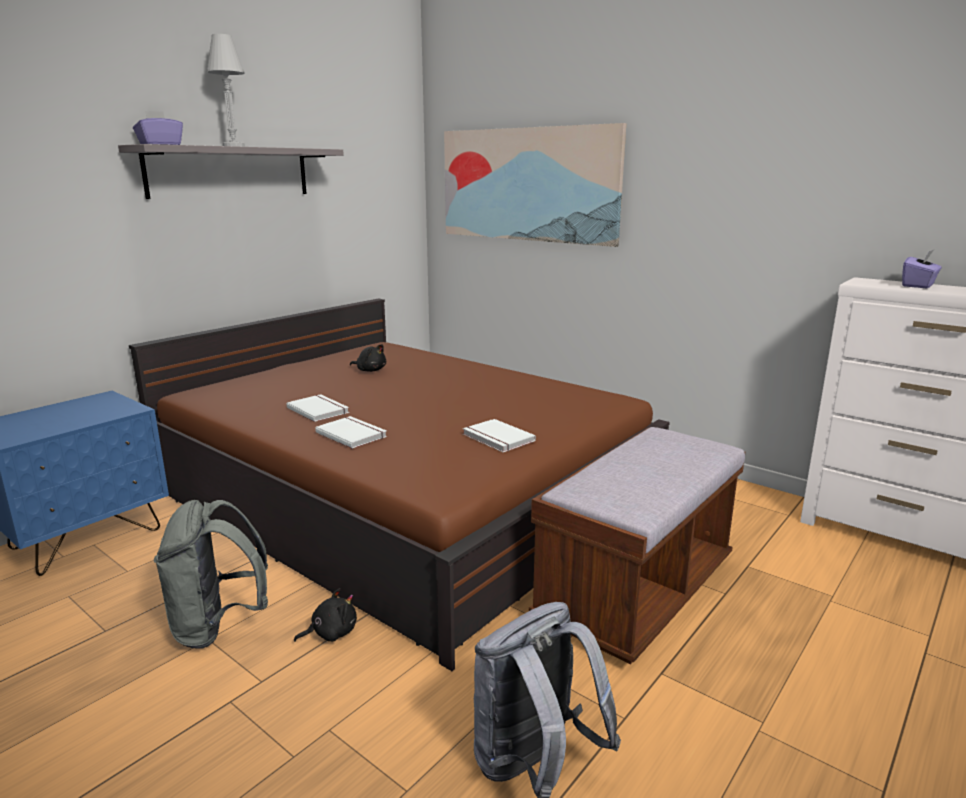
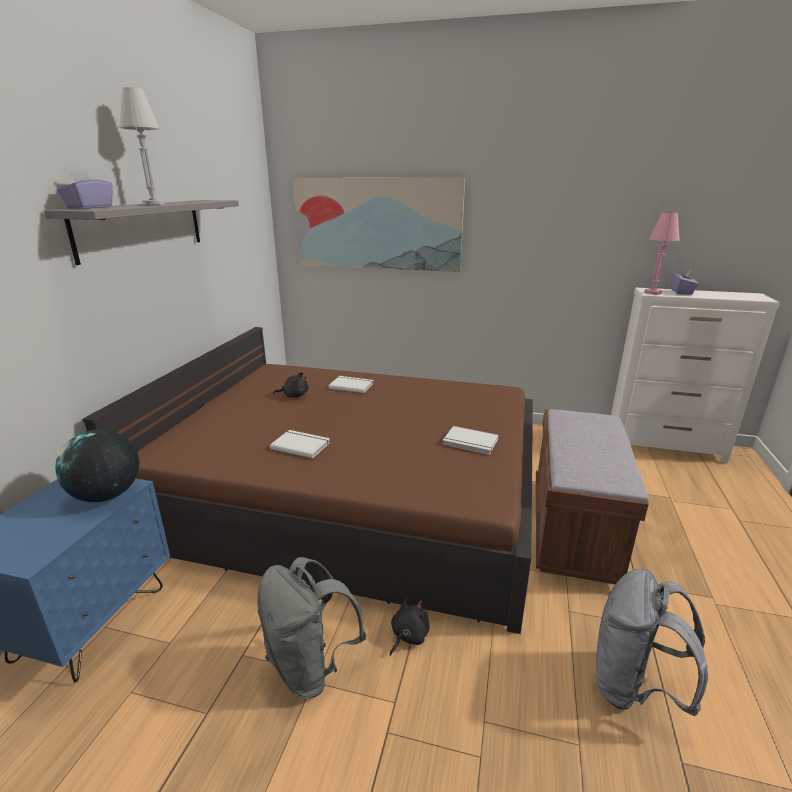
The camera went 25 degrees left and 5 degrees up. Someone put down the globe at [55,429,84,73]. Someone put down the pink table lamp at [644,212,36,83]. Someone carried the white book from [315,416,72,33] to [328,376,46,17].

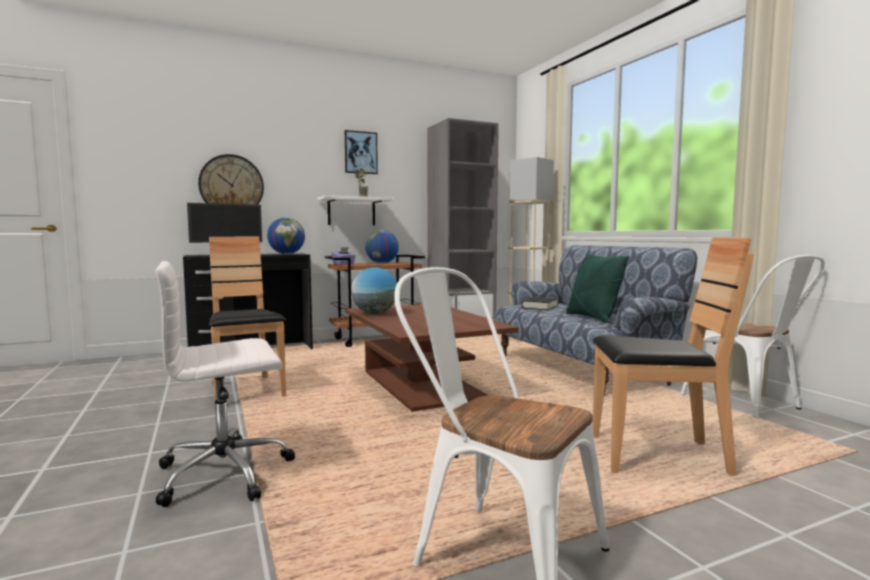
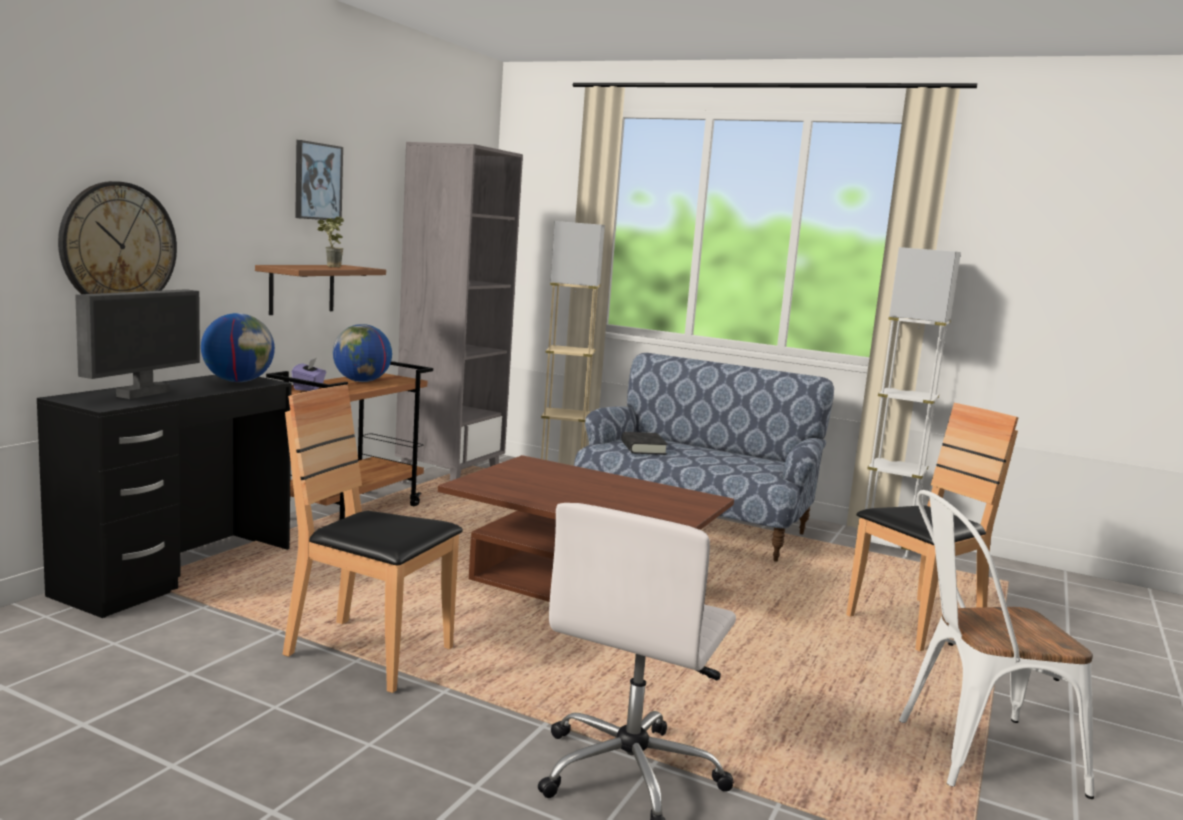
The camera went 40 degrees left and 5 degrees up. Someone took away the globe at [351,267,46,47]. Someone took away the green pillow at [566,252,64,71]. Someone swapped the white chair at [680,255,144,163] for the white floor lamp at [865,247,96,310]. Someone repainted the white shelf at [317,195,77,30], which became the brown shelf at [255,265,131,50].

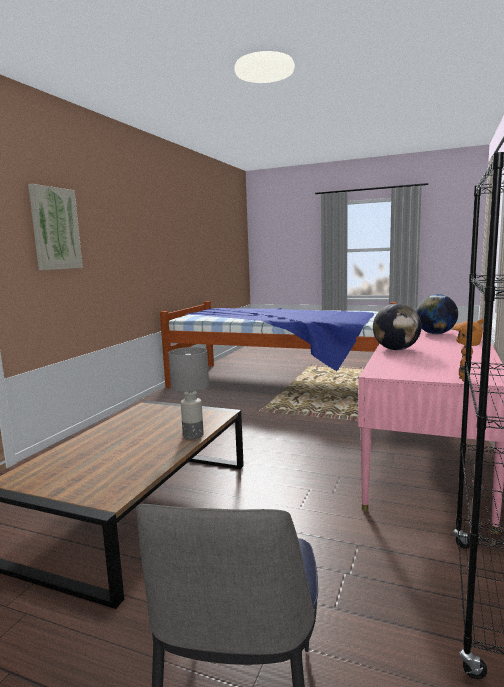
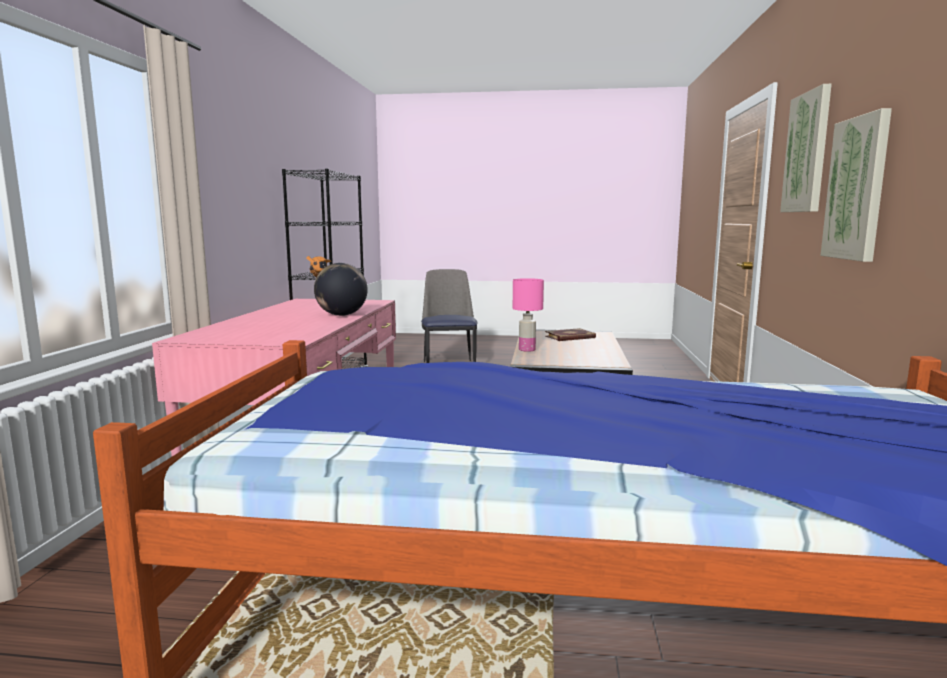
The camera went 165 degrees right and 0 degrees up. Someone took away the globe at [416,294,42,40]. Someone put down the book at [545,328,51,13]. Someone put up the picture at [821,108,71,154]. Someone repainted the grey table lamp at [168,347,41,92], which became the pink table lamp at [513,278,31,74].

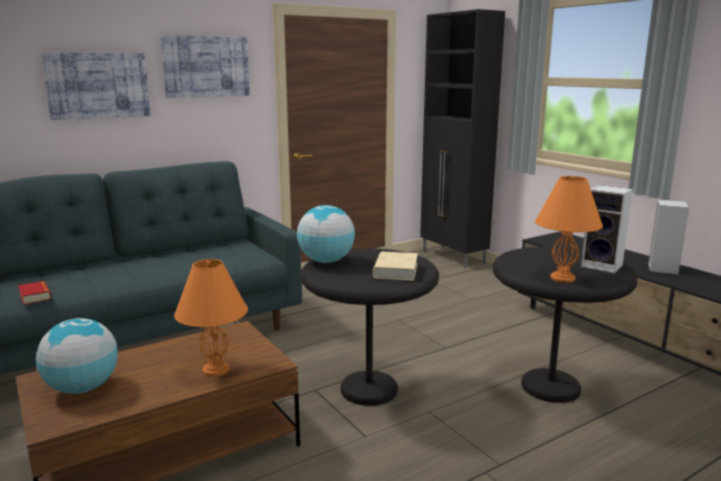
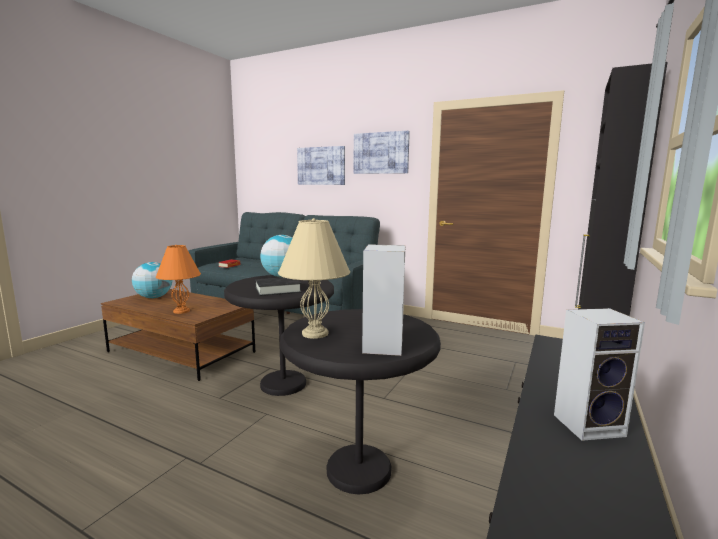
The camera went 60 degrees right and 5 degrees down. Someone repainted the beige book at [373,252,45,29], which became the black book at [255,277,46,19]. Someone repainted the orange table lamp at [535,176,68,107], which became the beige table lamp at [278,218,72,121].

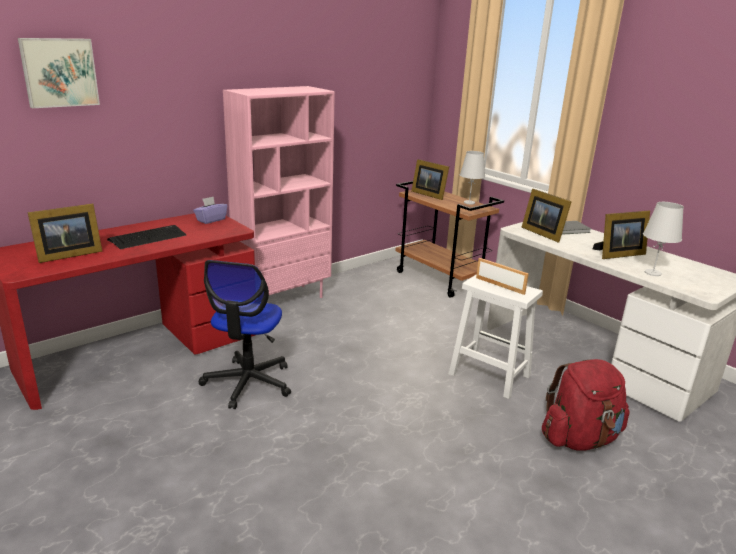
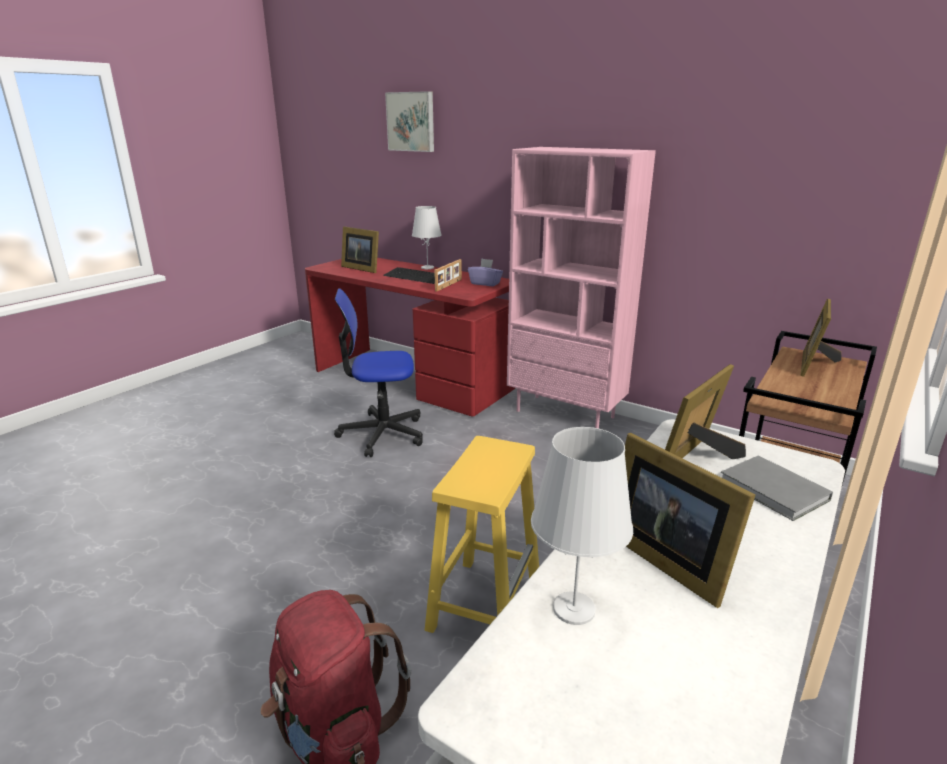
The camera went 75 degrees right and 0 degrees up. Someone carried the white table lamp from [460,151,25,53] to [412,206,30,63]. Someone carried the picture frame from [476,258,53,37] to [434,259,28,33]. Someone repainted the white stool at [449,274,94,125], which became the yellow stool at [425,436,114,197].

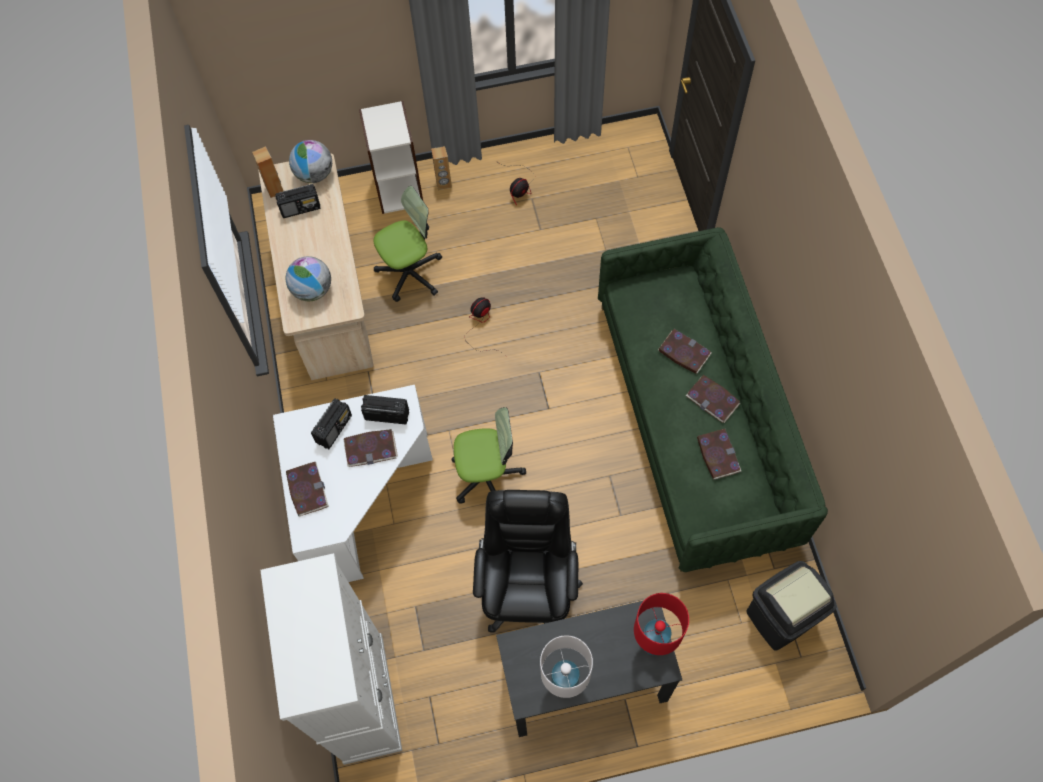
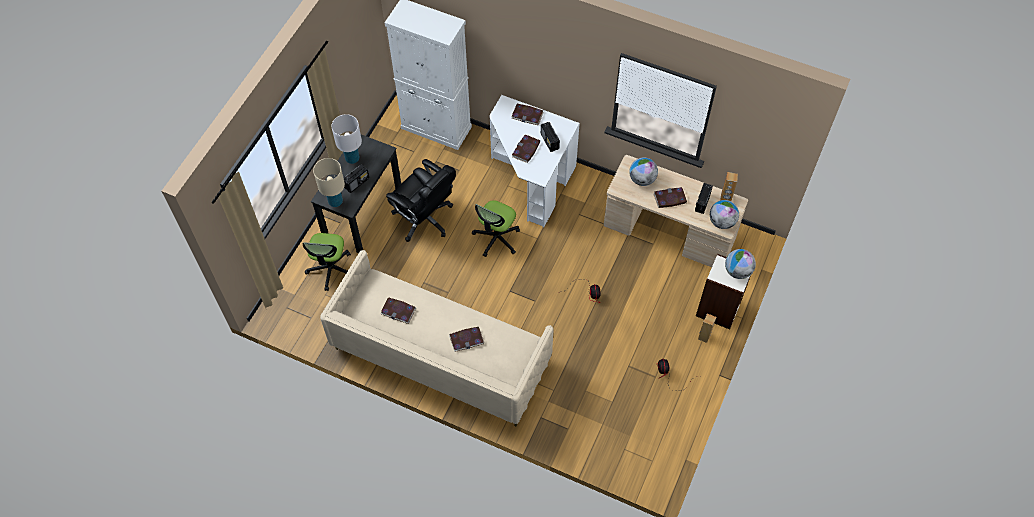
The camera went 125 degrees right and 5 degrees down. Someone took away the black trash can at [747,561,90,90]. Someone put down the globe at [725,249,31,30]. Someone carried the radio from [361,395,48,29] to [344,164,25,29]. Someone carried the office chair from [373,186,69,116] to [303,233,48,58]. Someone carried the book from [686,375,54,48] to [654,187,33,21]. Someone repainted the green sofa at [598,227,230,345], which became the beige sofa at [320,250,234,176]. Someone repainted the red table lamp at [634,593,55,62], which became the beige table lamp at [313,158,32,49].

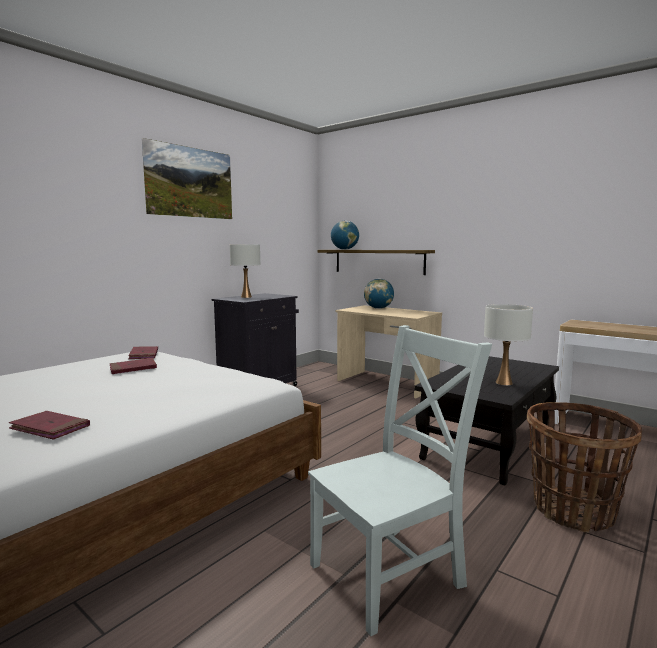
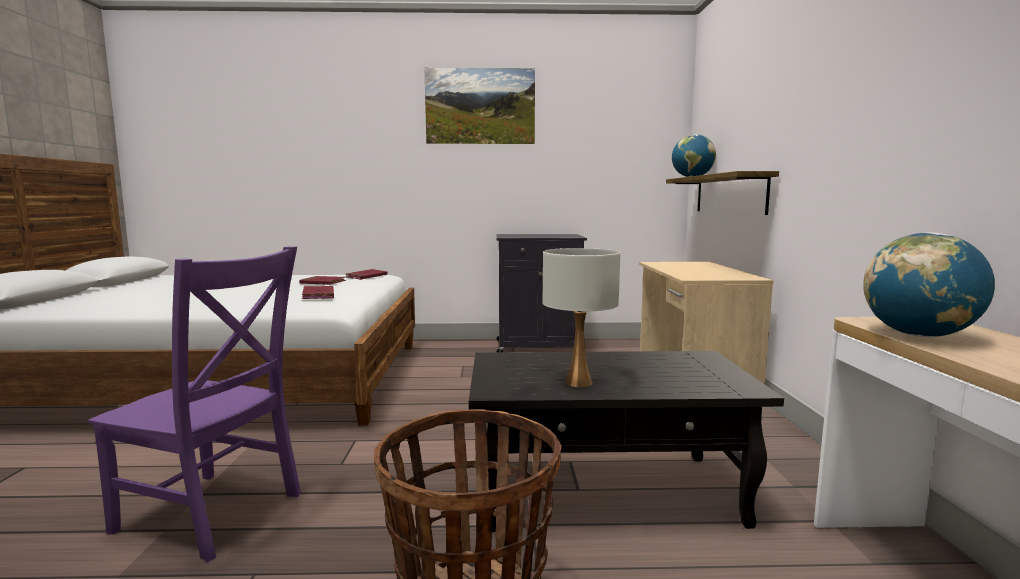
The camera went 50 degrees right and 0 degrees up. Someone took away the white table lamp at [230,244,30,54]. Someone carried the red book from [9,411,81,29] to [302,286,32,13]. Someone carried the globe from [364,279,30,30] to [863,232,132,105]. Someone repainted the grey chair at [308,325,184,311], which became the purple chair at [88,246,213,316].

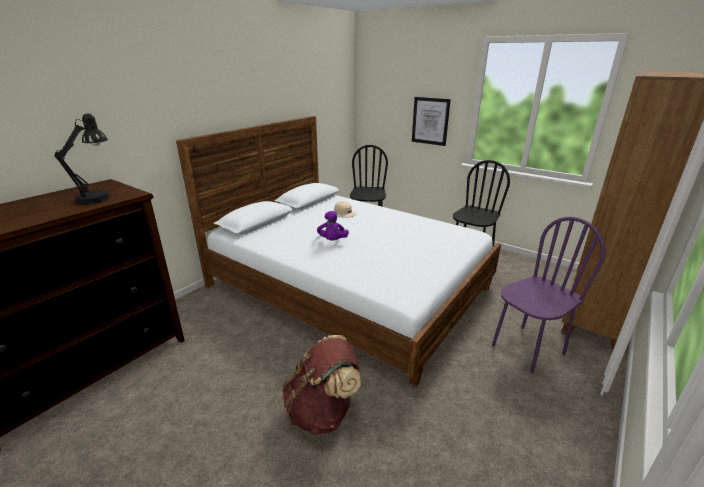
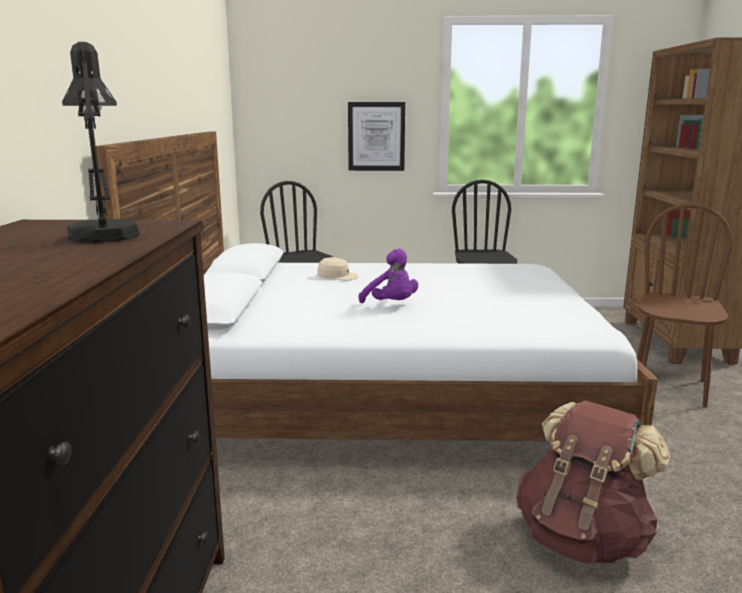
The camera went 35 degrees left and 10 degrees down. Someone repainted the purple chair at [492,217,113,157], which became the brown chair at [637,203,96,204].

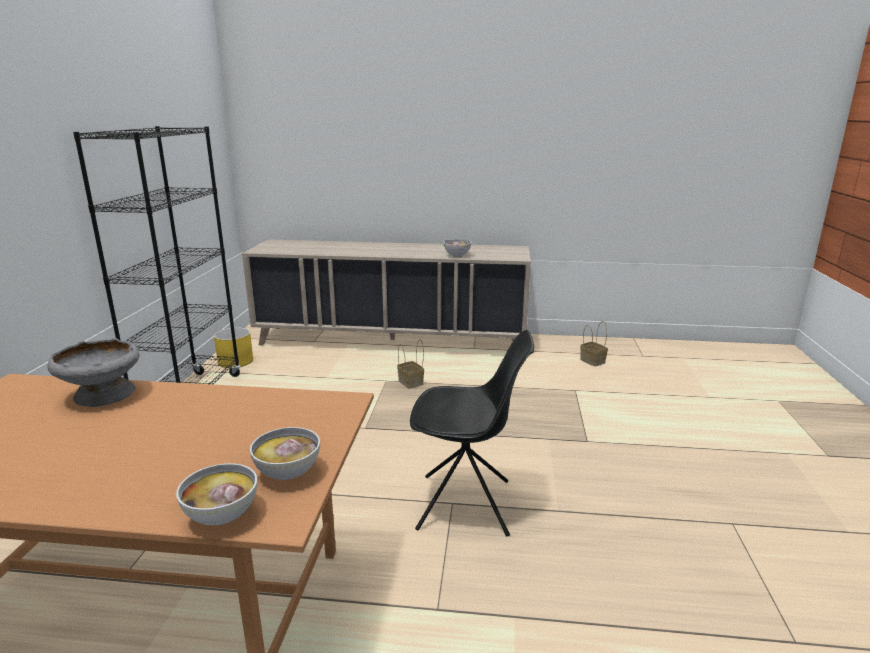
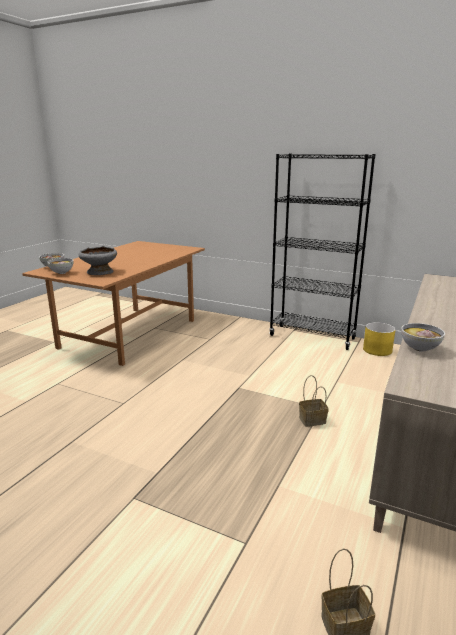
The camera went 110 degrees right and 0 degrees up. Someone took away the black chair at [410,330,124,206]. Someone carried the grey bowl from [47,338,93,69] to [79,246,38,29].

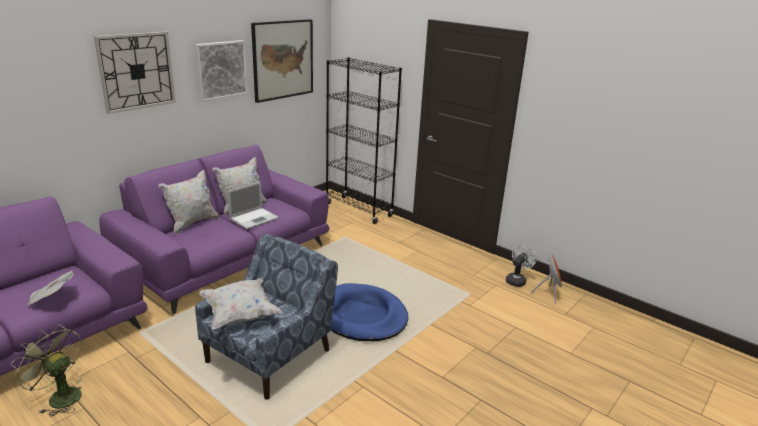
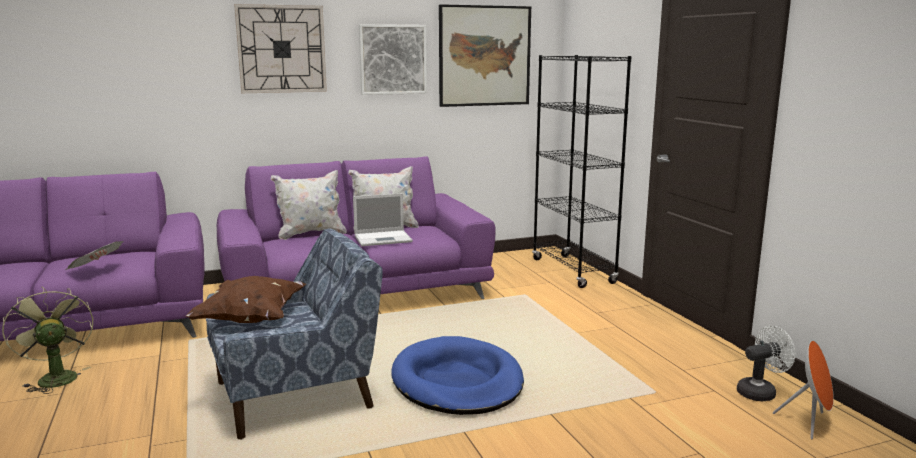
The camera went 30 degrees right and 10 degrees down. Someone repainted the white pillow at [199,278,84,52], which became the brown pillow at [186,276,120,47].

